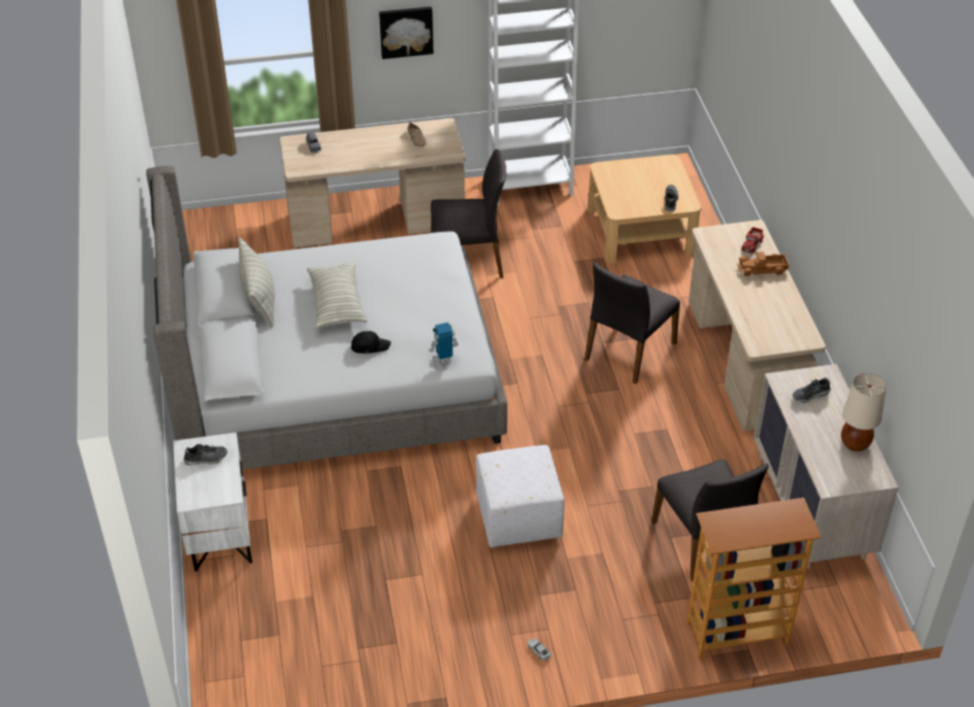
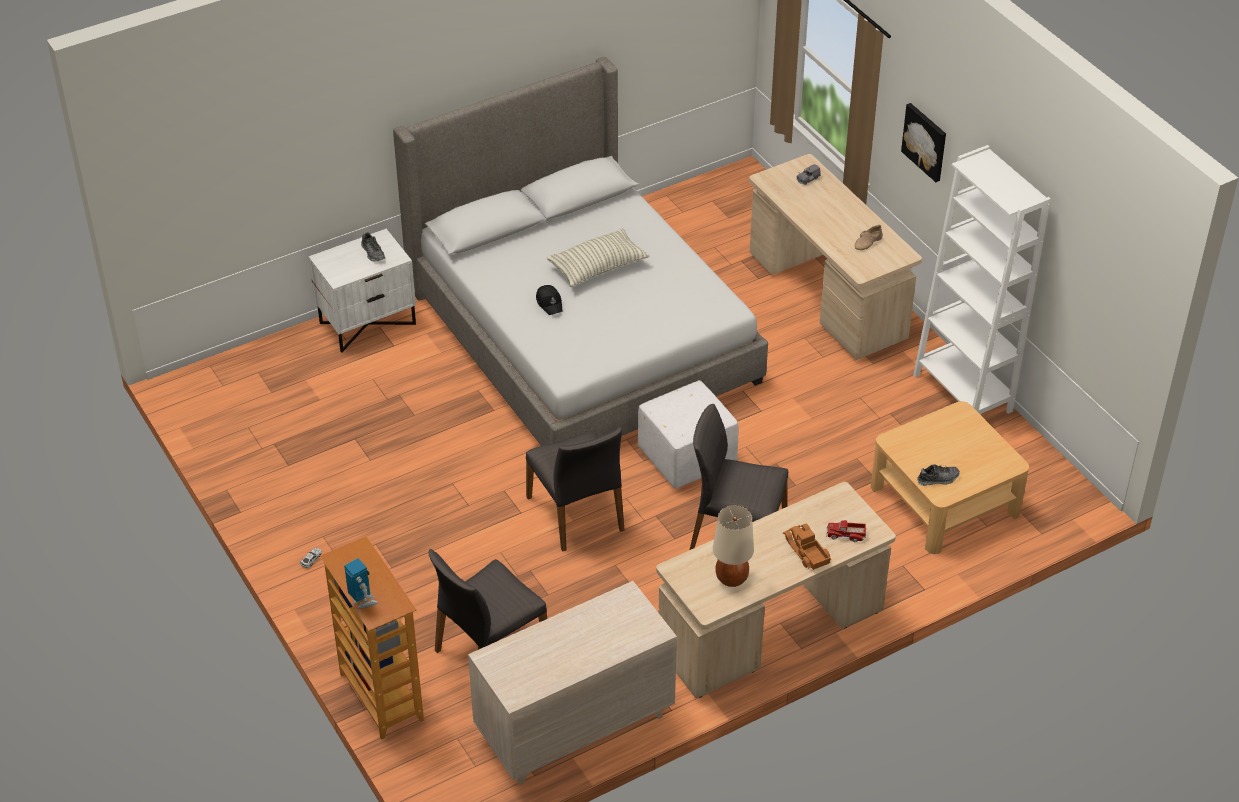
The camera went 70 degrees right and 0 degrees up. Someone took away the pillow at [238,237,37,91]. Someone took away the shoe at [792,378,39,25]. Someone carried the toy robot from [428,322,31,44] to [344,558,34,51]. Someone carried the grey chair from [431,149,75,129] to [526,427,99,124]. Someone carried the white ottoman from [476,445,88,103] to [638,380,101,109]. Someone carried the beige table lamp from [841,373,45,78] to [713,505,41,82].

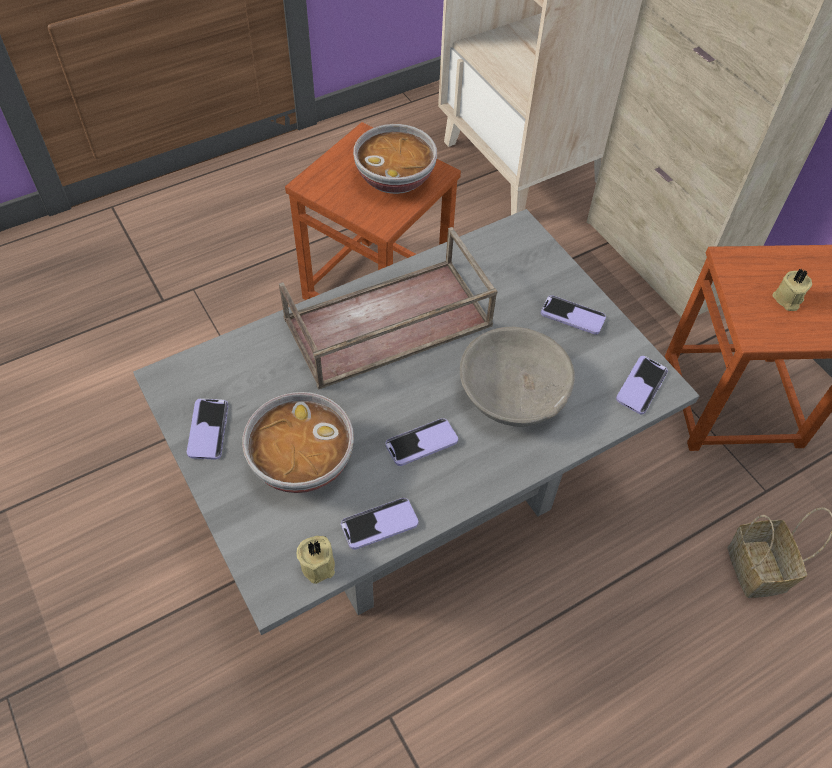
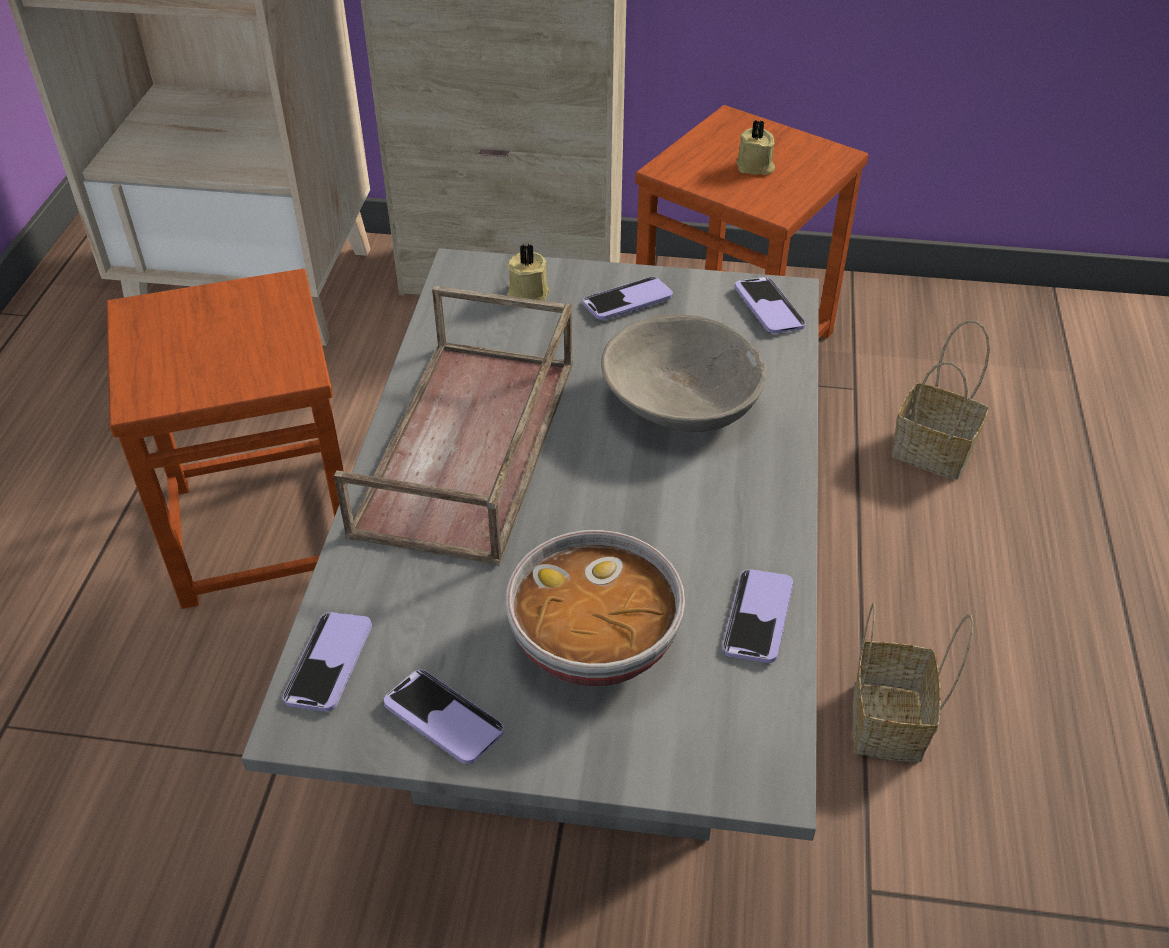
The camera went 50 degrees left and 10 degrees down. Someone took away the bowl at [353,124,84,70]. Someone put down the basket at [853,603,120,159]. Someone carried the beige candle from [296,536,39,48] to [507,243,43,58]. Someone carried the phone from [385,418,73,48] to [283,612,89,100].

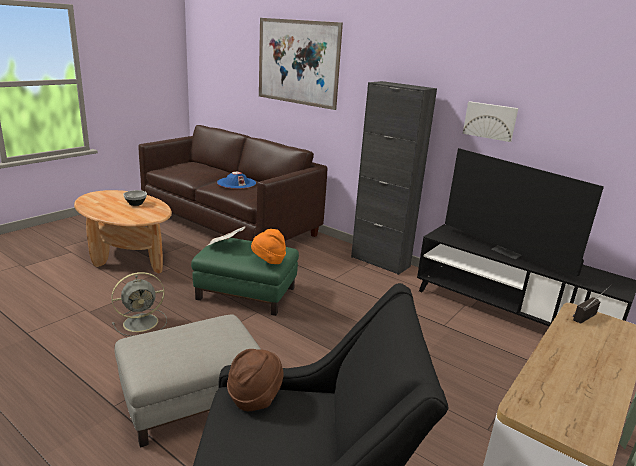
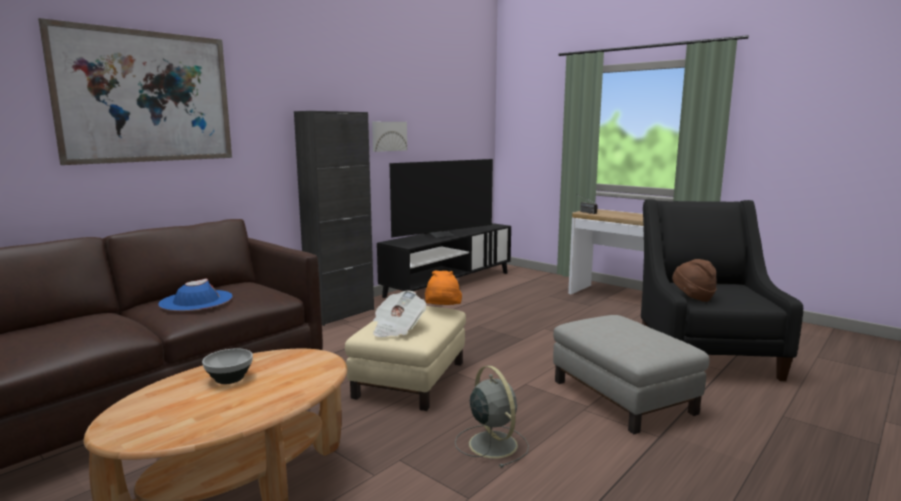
The camera went 85 degrees left and 10 degrees down. Someone repainted the green ottoman at [191,238,108,78], which became the beige ottoman at [345,306,121,105].

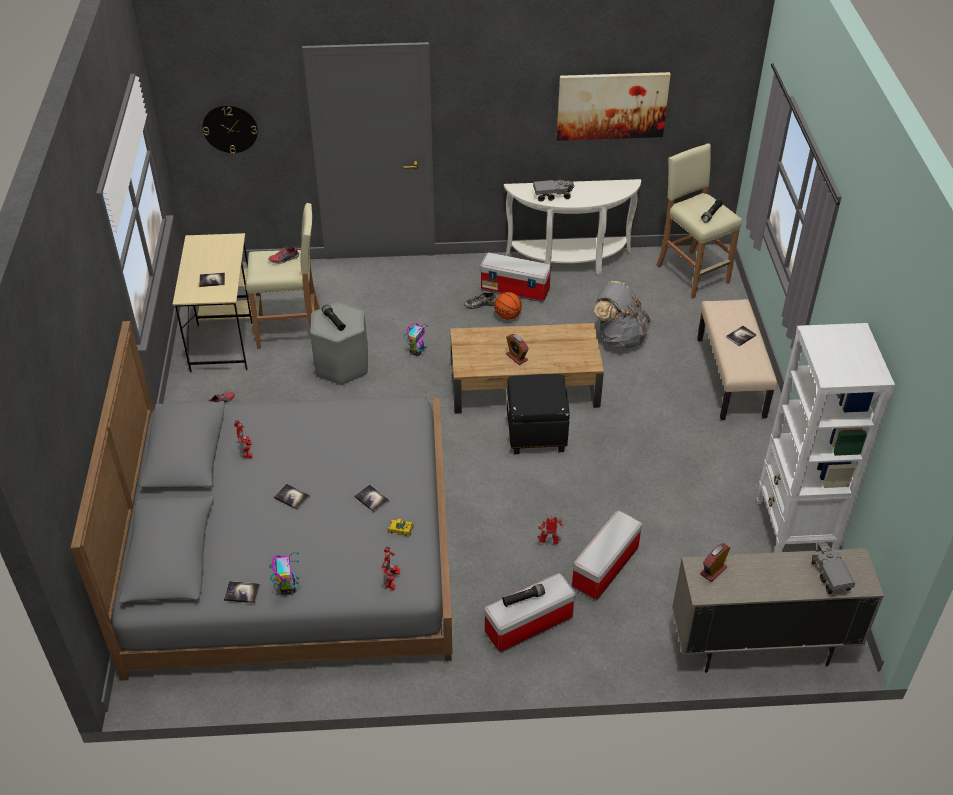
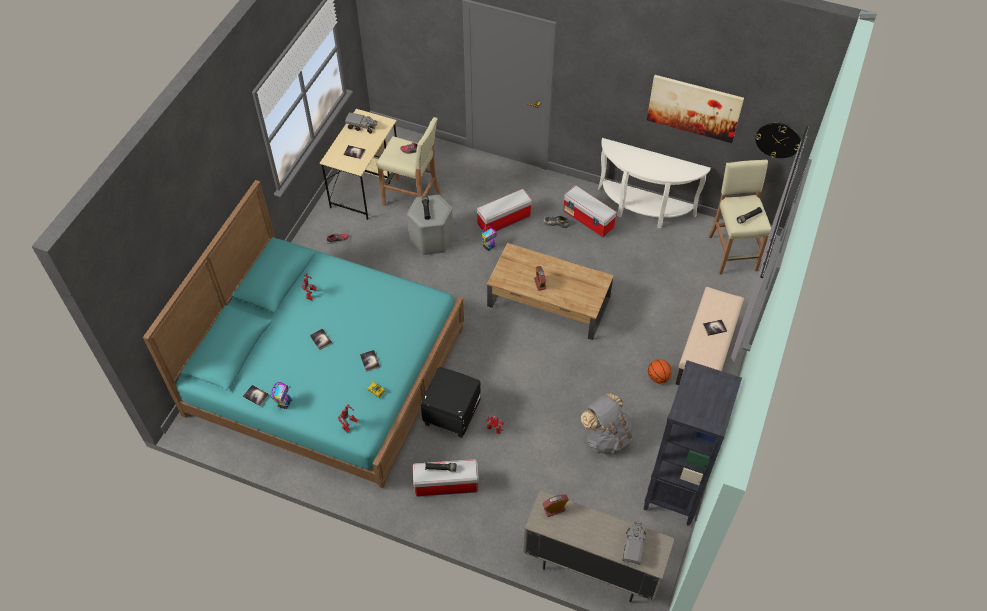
The camera went 25 degrees right and 10 degrees up. Someone carried the wall clock from [203,105,55,49] to [755,123,46,35]. Someone carried the basketball from [494,292,28,28] to [648,359,24,24]. Someone carried the black ottoman from [507,374,63,80] to [421,367,60,71]. Someone carried the toy truck from [533,180,42,22] to [345,112,33,22]. Someone carried the storage box from [572,510,70,90] to [477,189,55,43]. Someone carried the grey backpack from [594,281,57,68] to [581,392,52,63]. Someone repainted the grey bed at [71,321,382,360], which became the turquoise bed at [143,180,321,308]. Someone repainted the white bookcase at [757,323,138,230], which became the black bookcase at [644,360,98,166].

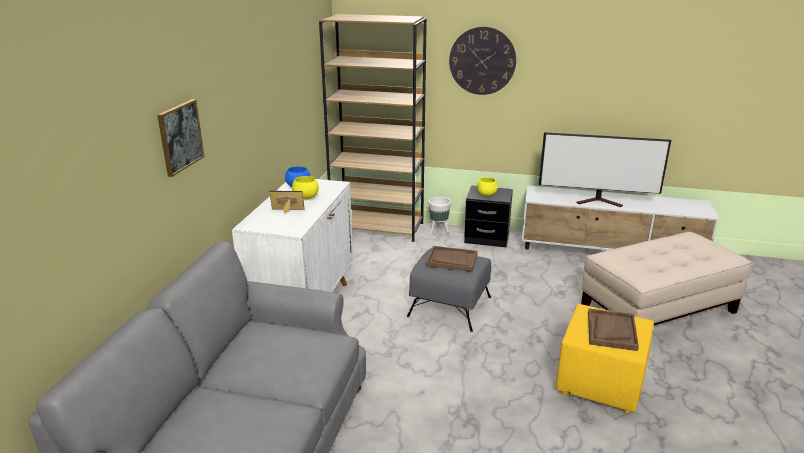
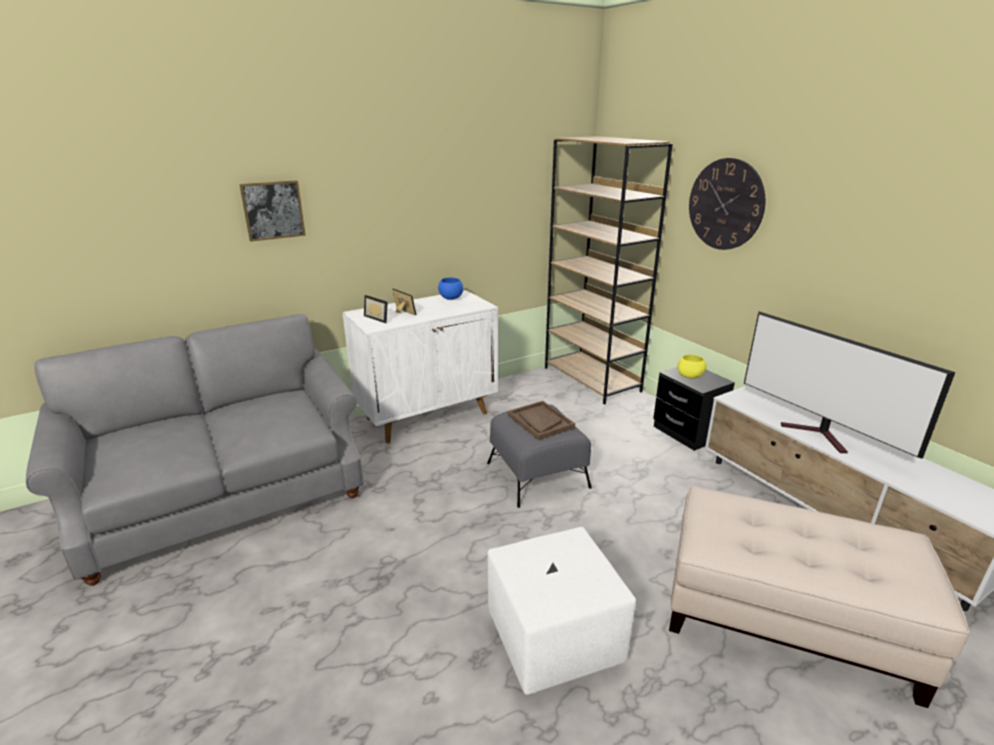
The camera went 45 degrees right and 0 degrees up. Someone took away the yellow bowl at [292,176,27,23]. Someone took away the white planter at [429,197,22,37]. Someone took away the brown tray at [588,308,51,43]. Someone put down the picture frame at [364,295,24,28]. Someone repainted the yellow ottoman at [556,304,98,109], which became the white ottoman at [487,527,149,168].

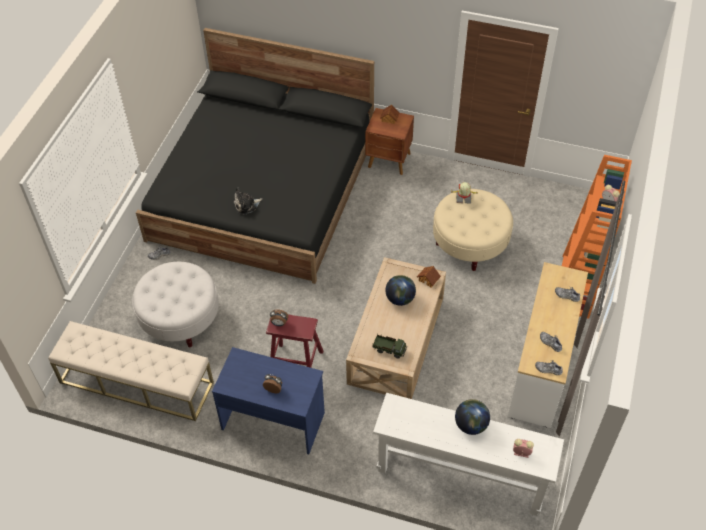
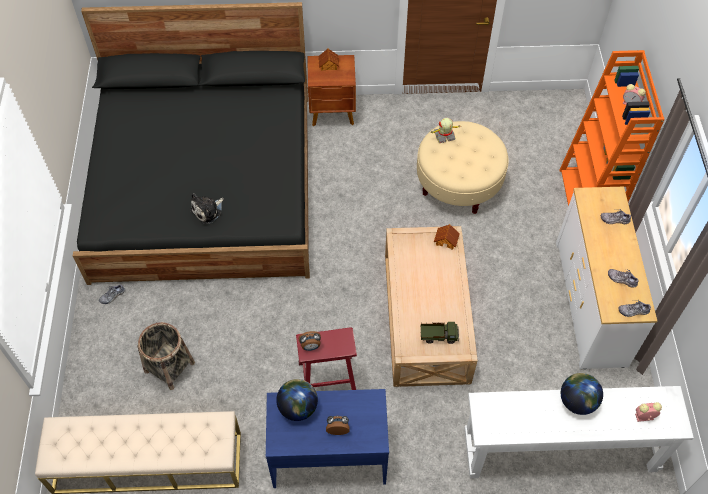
The camera went 20 degrees left and 5 degrees up. Someone carried the globe from [385,275,31,31] to [276,379,42,42]. Someone swapped the white ottoman at [132,262,87,85] for the basket at [137,322,58,68].

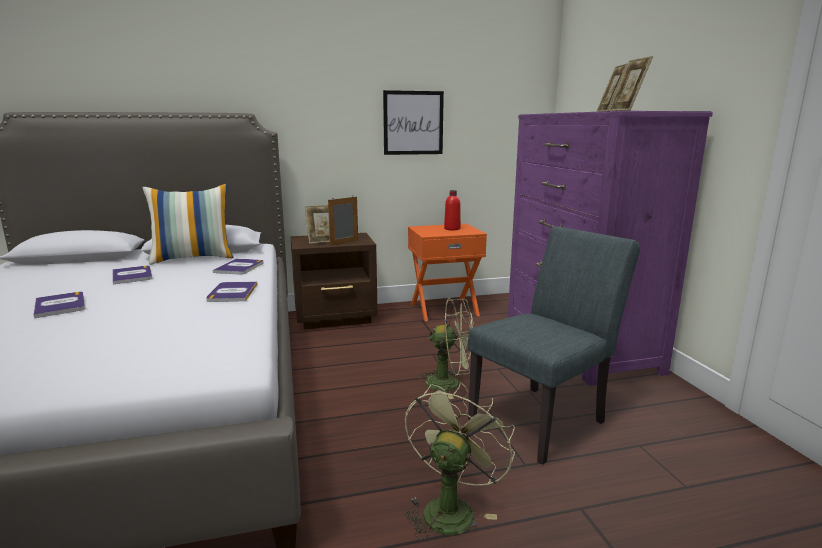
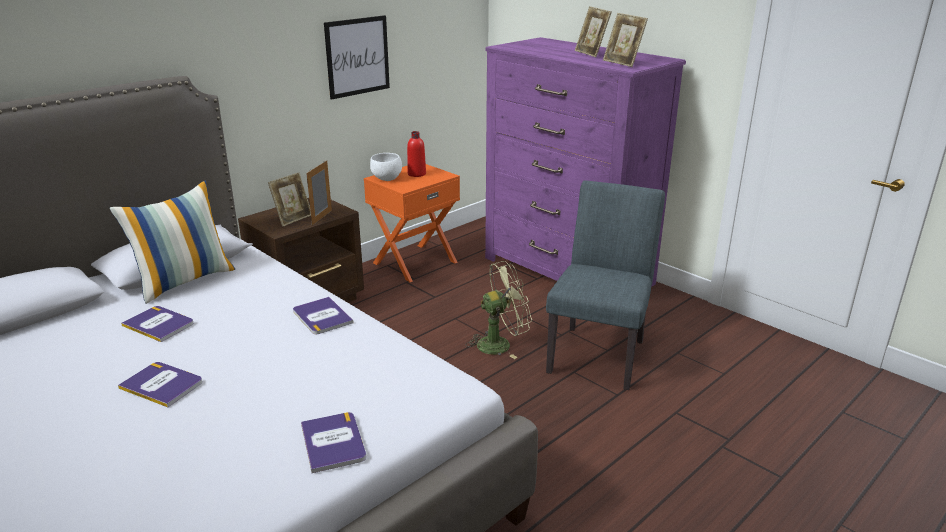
The camera went 30 degrees left and 10 degrees up. Someone took away the green fan at [405,382,110,158]. Someone put down the white bowl at [370,153,32,28]. Someone carried the book from [213,258,50,17] to [301,412,65,61].

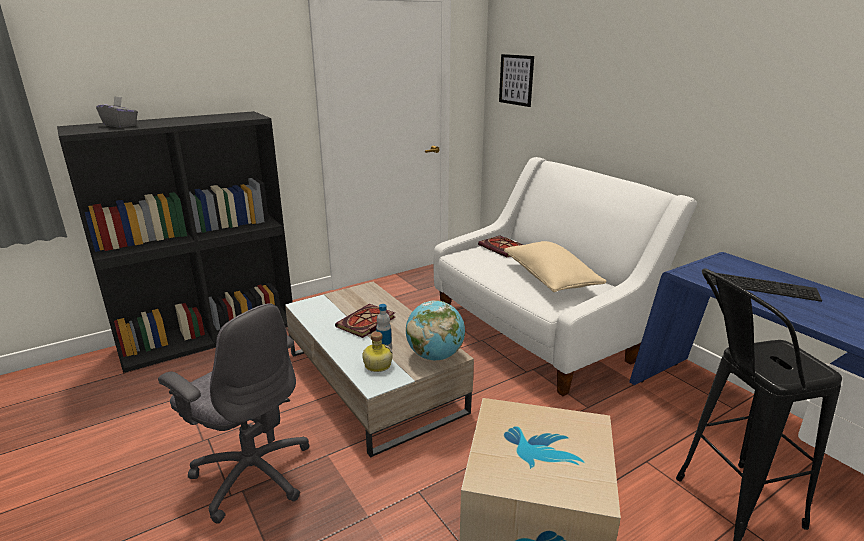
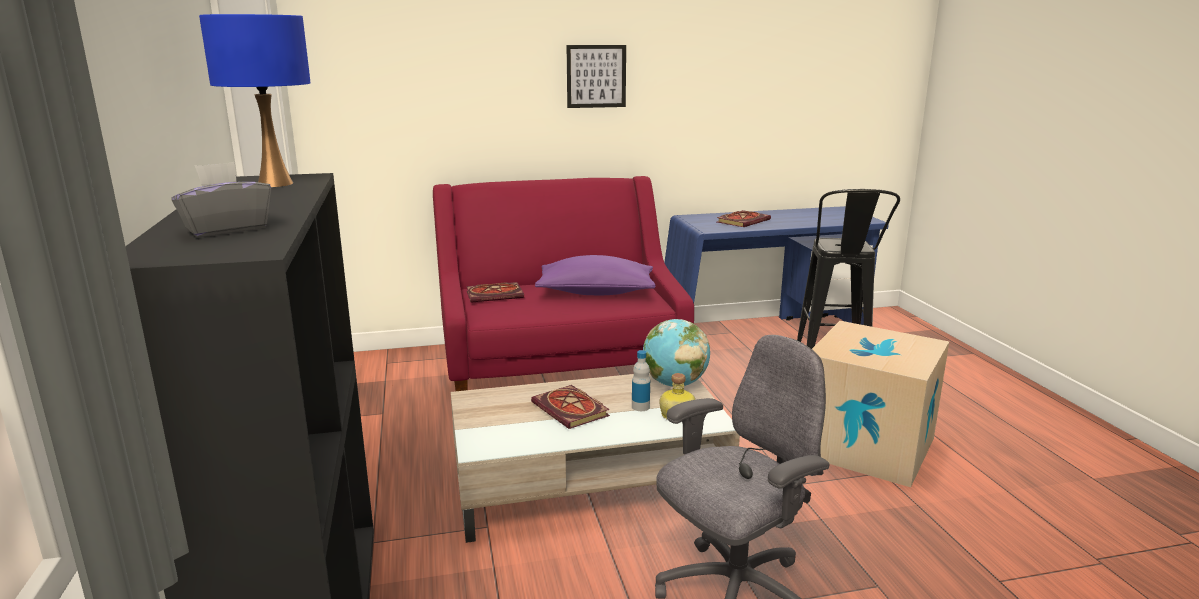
The camera went 70 degrees left and 5 degrees down. Someone put down the blue table lamp at [199,14,112,173]. Someone carried the picture from [499,54,35,53] to [567,45,59,63]. Someone swapped the keyboard at [707,273,115,29] for the book at [716,210,55,17]. Someone repainted the white sofa at [434,157,263,239], which became the red sofa at [433,176,261,215]. Someone repainted the beige pillow at [504,241,103,51], which became the purple pillow at [535,255,121,40].

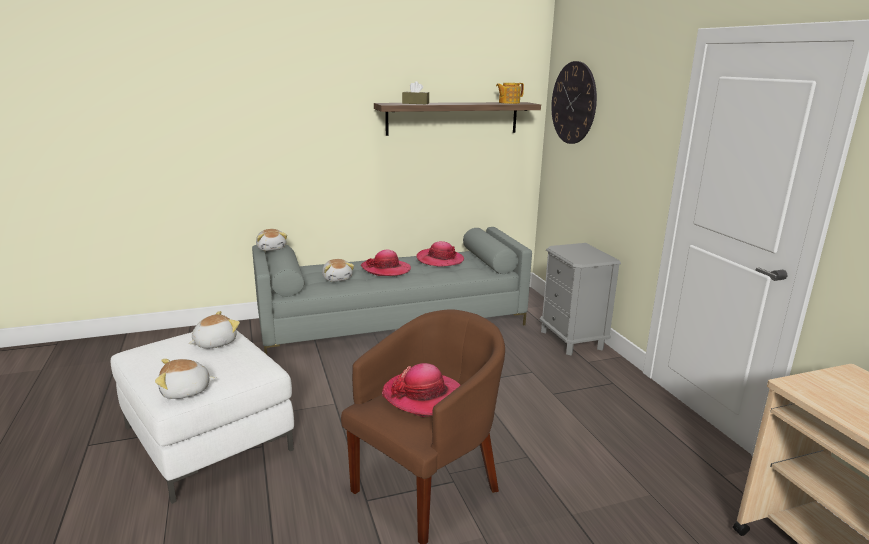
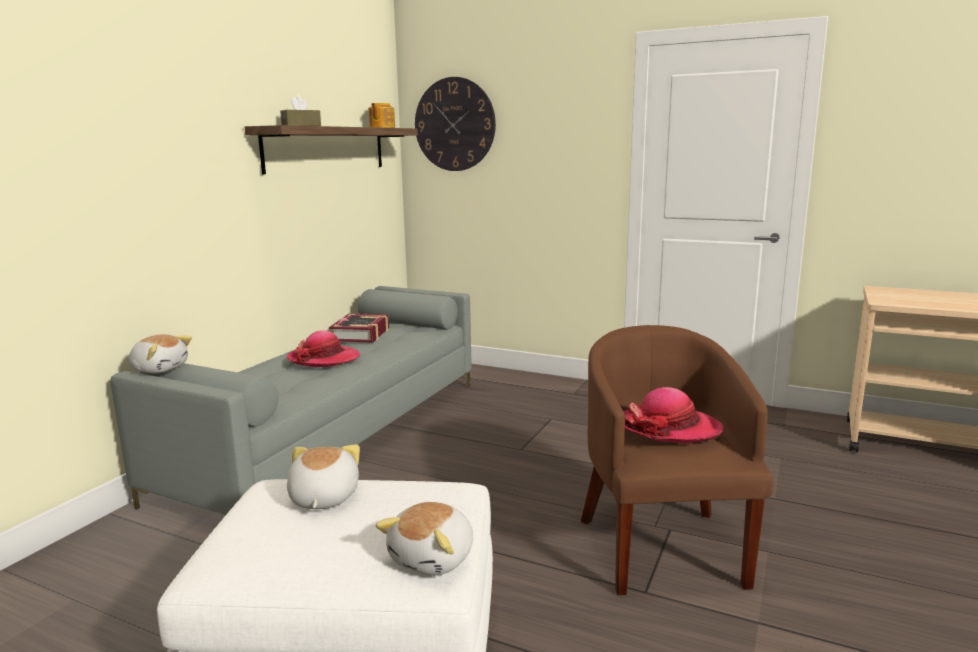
The camera went 45 degrees left and 5 degrees down. Someone took away the plush toy at [322,259,32,23]. Someone took away the grey nightstand at [540,243,81,112]. Someone swapped the hat at [416,241,48,26] for the book at [329,313,60,30].

